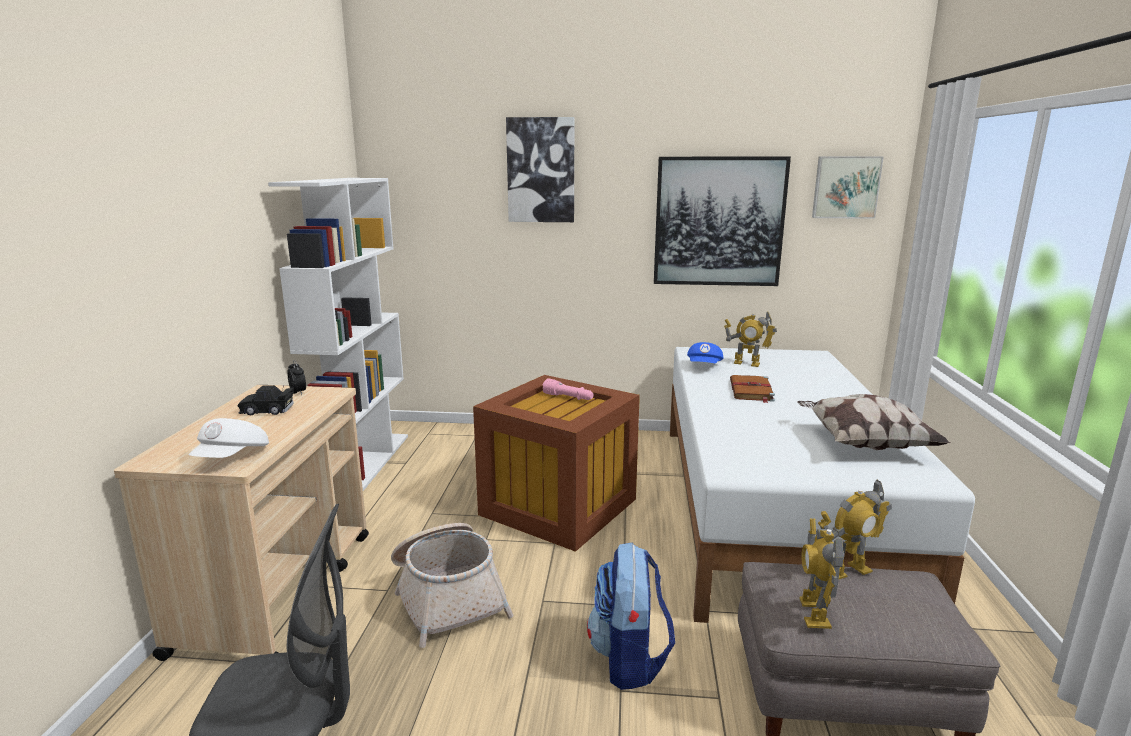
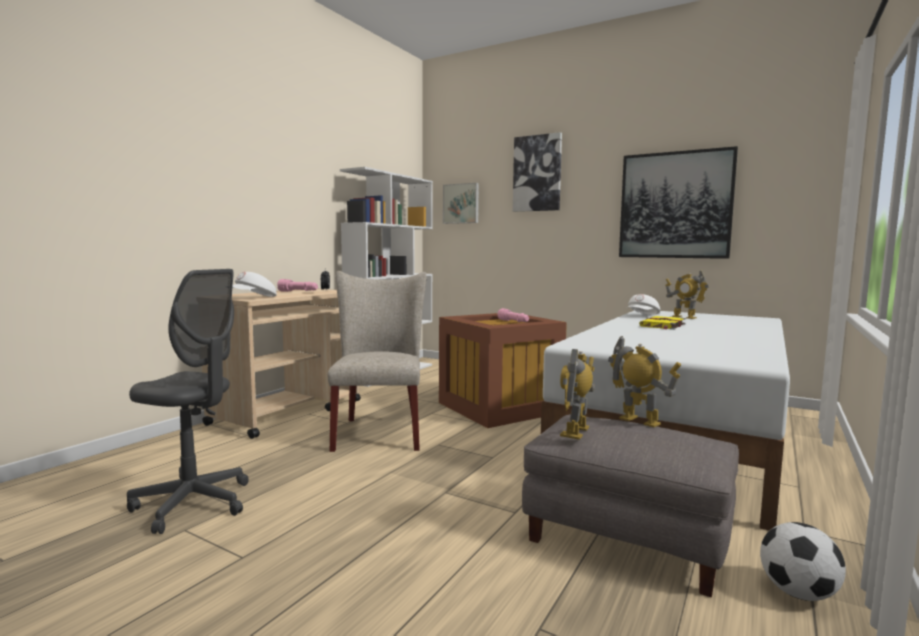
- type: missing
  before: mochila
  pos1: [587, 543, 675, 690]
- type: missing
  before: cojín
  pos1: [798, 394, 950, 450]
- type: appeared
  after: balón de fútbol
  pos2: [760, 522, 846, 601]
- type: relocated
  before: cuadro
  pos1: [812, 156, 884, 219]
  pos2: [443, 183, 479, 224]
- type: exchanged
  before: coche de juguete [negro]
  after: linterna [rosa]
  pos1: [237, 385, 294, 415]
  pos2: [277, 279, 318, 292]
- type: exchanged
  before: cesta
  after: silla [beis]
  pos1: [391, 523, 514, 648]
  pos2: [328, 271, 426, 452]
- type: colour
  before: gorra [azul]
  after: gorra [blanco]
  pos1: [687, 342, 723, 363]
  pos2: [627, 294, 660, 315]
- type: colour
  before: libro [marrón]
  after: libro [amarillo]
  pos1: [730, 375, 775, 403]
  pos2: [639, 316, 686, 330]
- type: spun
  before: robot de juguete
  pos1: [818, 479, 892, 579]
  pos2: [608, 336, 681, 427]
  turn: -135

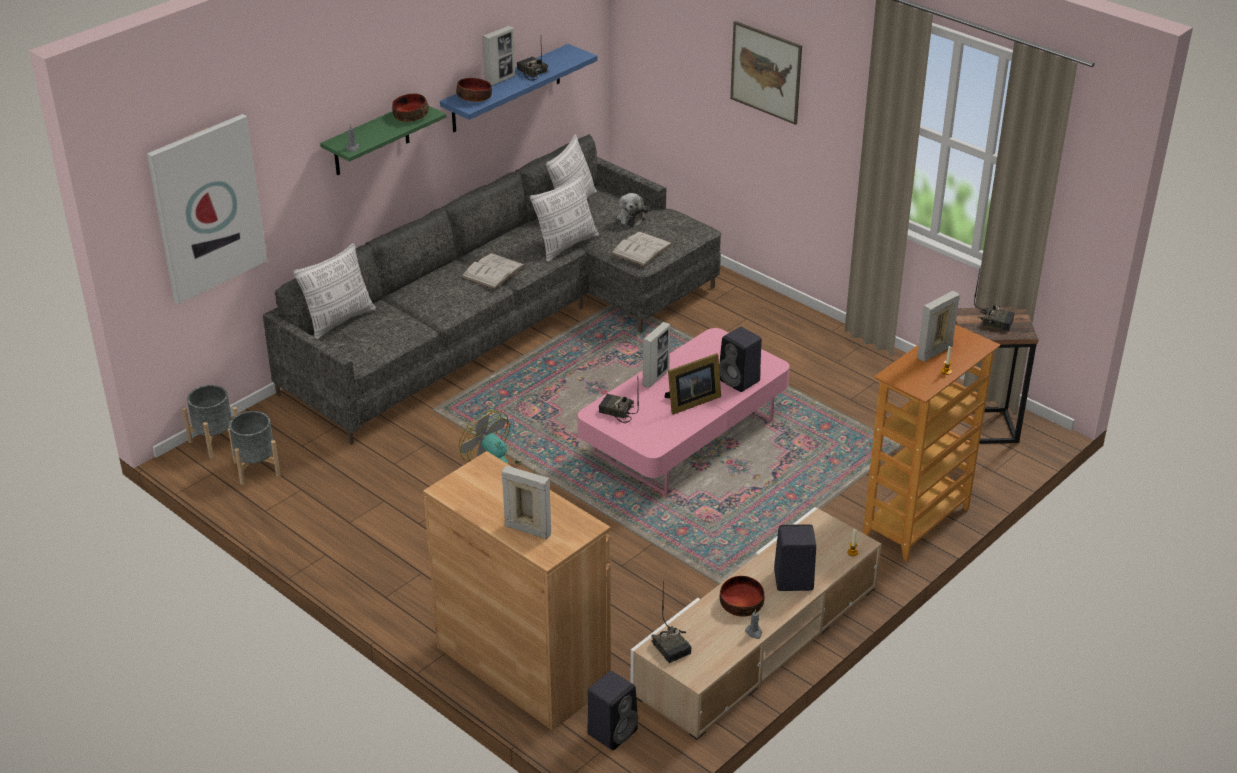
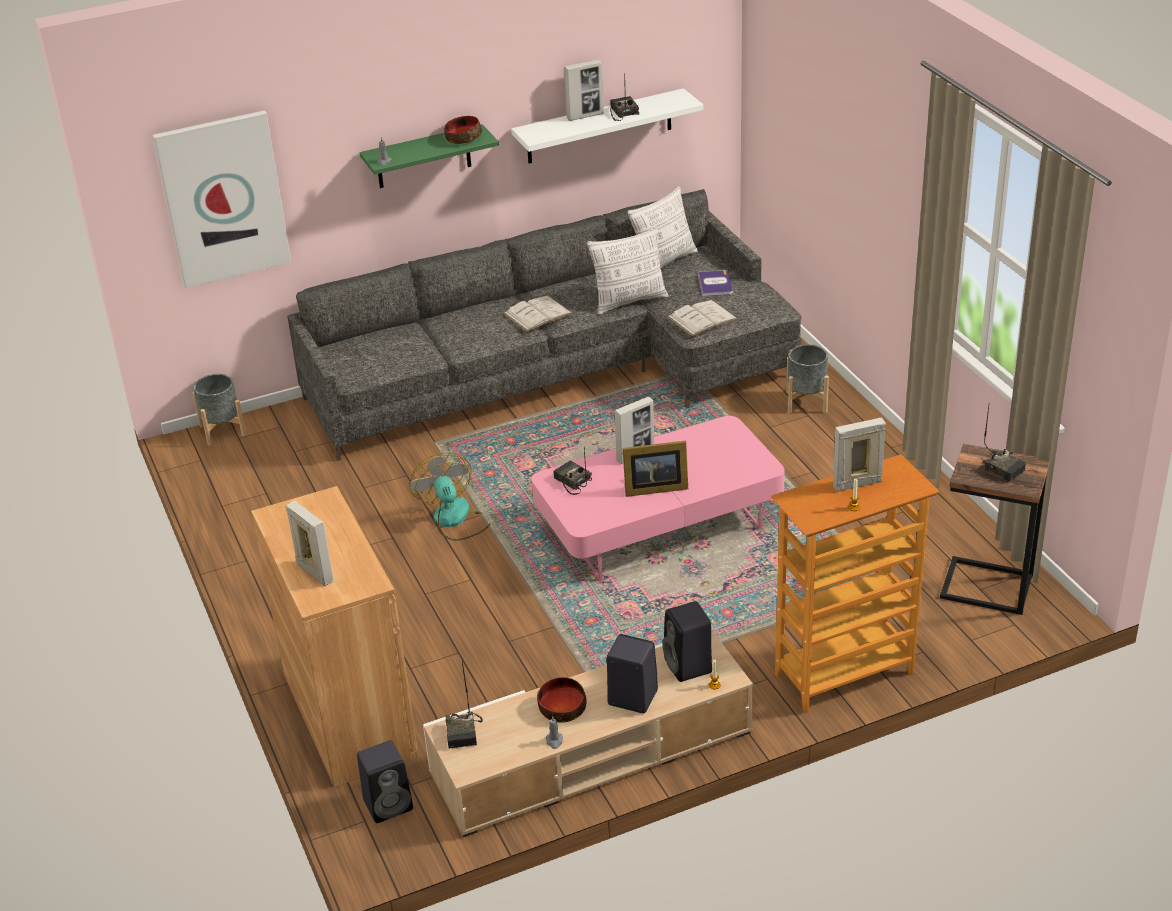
- type: missing
  before: cojín
  pos1: [293, 243, 376, 339]
- type: missing
  before: cuenco
  pos1: [456, 78, 492, 102]
- type: missing
  before: cuadro
  pos1: [730, 21, 802, 125]
- type: relocated
  before: maceta [gris]
  pos1: [228, 411, 281, 485]
  pos2: [786, 344, 829, 413]
- type: relocated
  before: altavoz [negro]
  pos1: [719, 327, 762, 392]
  pos2: [663, 601, 712, 682]
- type: exchanged
  before: peluche
  after: libro
  pos1: [617, 193, 648, 226]
  pos2: [698, 270, 733, 296]
- type: colour
  before: estante [azul]
  after: estante [blanco]
  pos1: [440, 44, 597, 132]
  pos2: [511, 88, 704, 164]

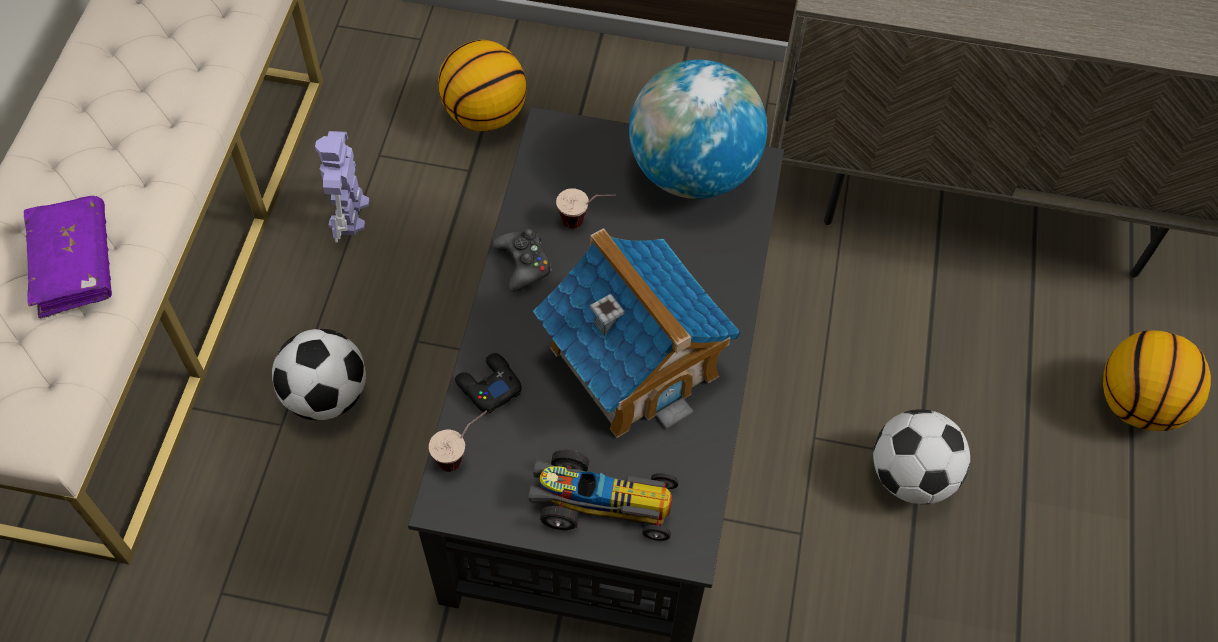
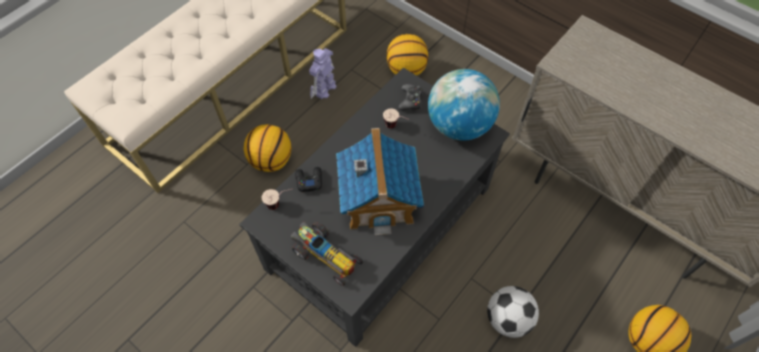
- type: missing
  before: libro [morado]
  pos1: [24, 196, 112, 319]
- type: relocated
  before: mando de consola [negro]
  pos1: [493, 229, 552, 292]
  pos2: [398, 84, 423, 110]
- type: exchanged
  before: balón de fútbol
  after: balón de baloncesto
  pos1: [272, 329, 366, 420]
  pos2: [244, 124, 291, 172]

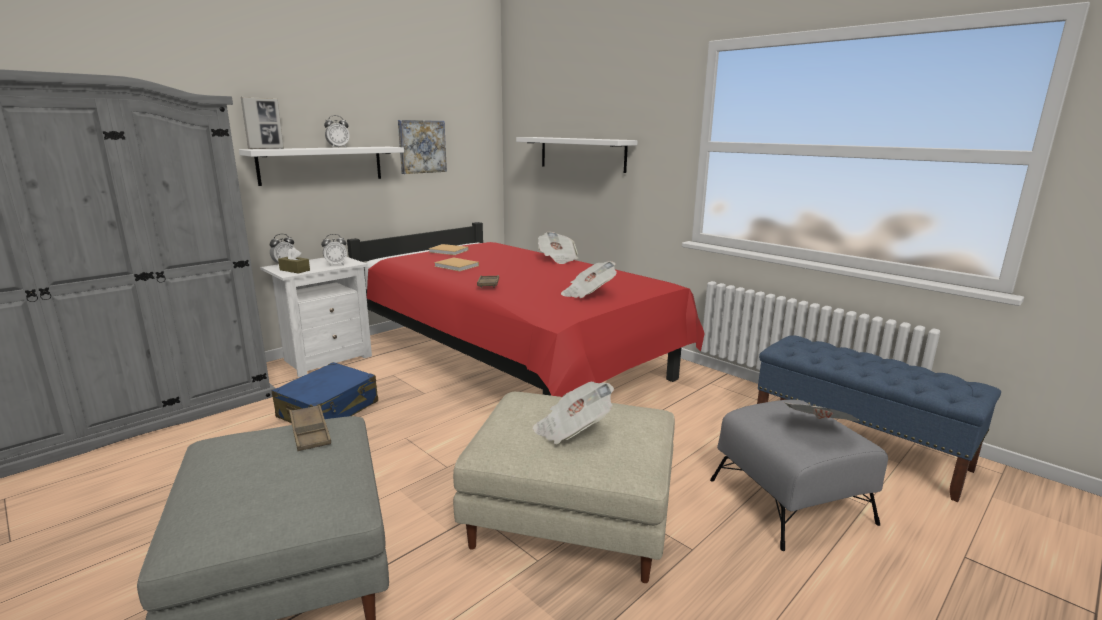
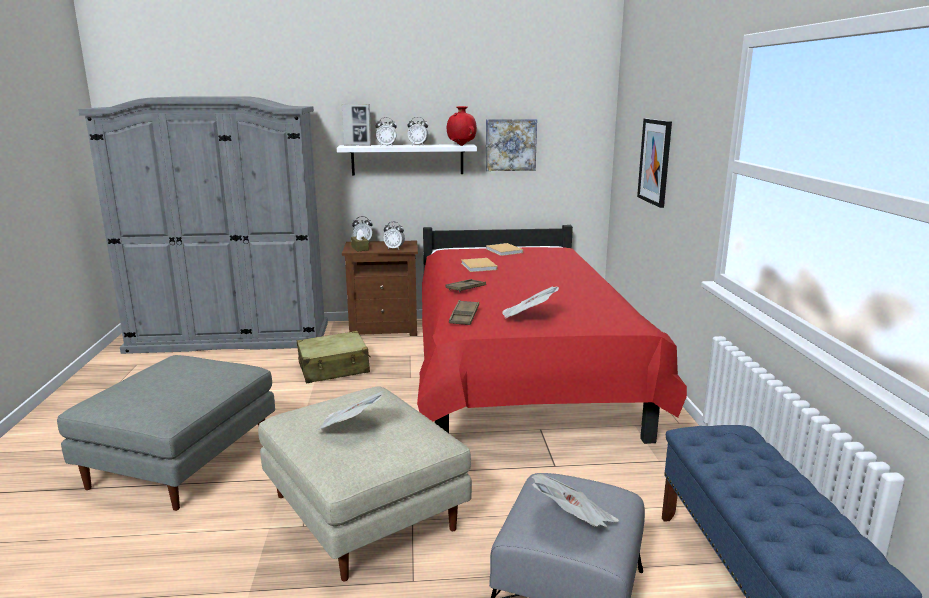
- type: missing
  before: periódico
  pos1: [538, 232, 578, 264]
- type: appeared
  after: despertador
  pos2: [376, 117, 397, 147]
- type: appeared
  after: florero [rojo]
  pos2: [447, 106, 477, 146]
- type: relocated
  before: bandeja [marrón]
  pos1: [289, 405, 331, 451]
  pos2: [449, 300, 479, 325]
- type: exchanged
  before: estante [blanco]
  after: cuadro
  pos1: [516, 137, 638, 173]
  pos2: [637, 118, 672, 208]
- type: colour
  before: mesita de noche [blanco]
  after: mesita de noche [marrón]
  pos1: [260, 257, 372, 377]
  pos2: [342, 241, 418, 336]
- type: colour
  before: maleta [azul]
  after: maleta [beis]
  pos1: [272, 362, 378, 423]
  pos2: [297, 331, 371, 383]

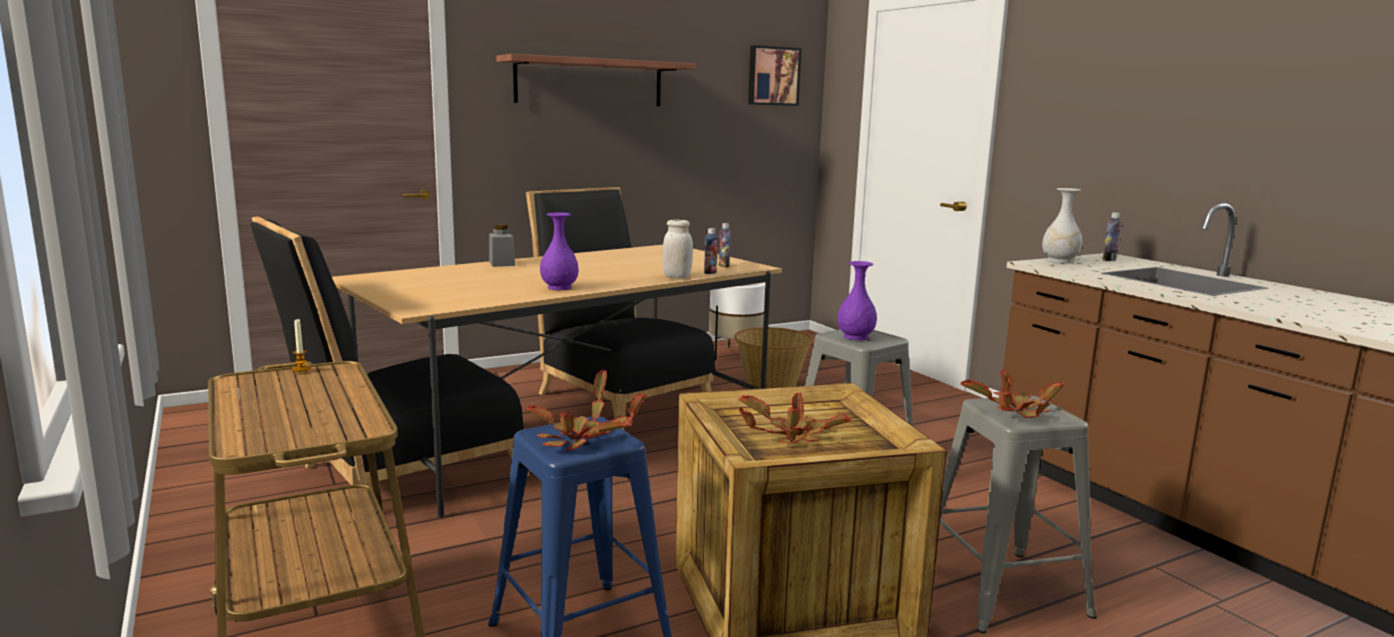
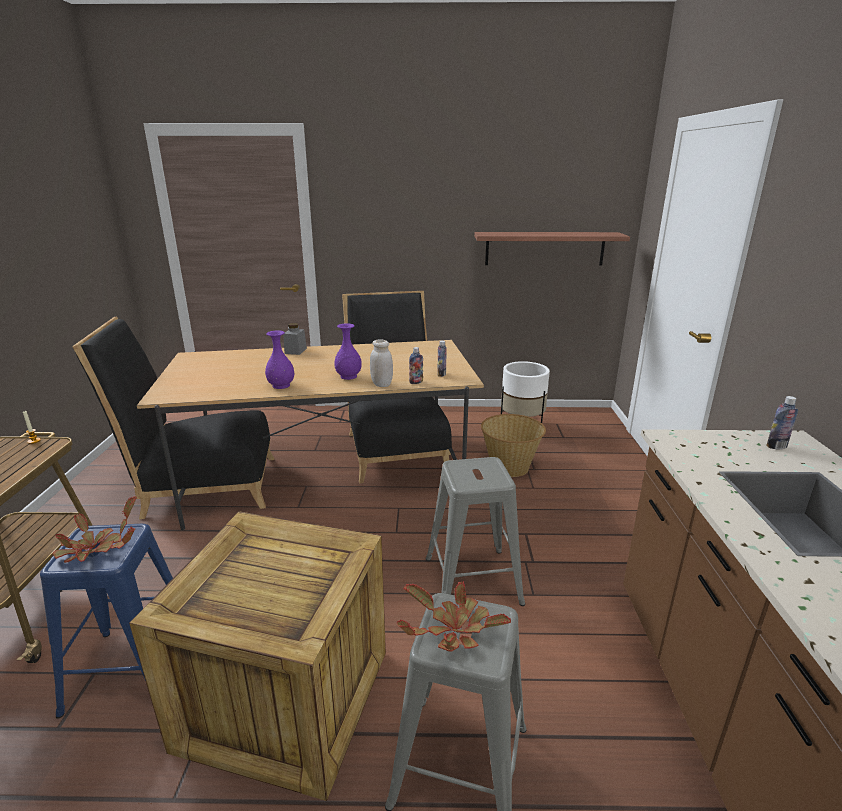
- type: missing
  before: planta en maceta
  pos1: [738, 392, 851, 444]
- type: missing
  before: cuadro
  pos1: [748, 45, 802, 106]
- type: missing
  before: florero [blanco]
  pos1: [1042, 188, 1082, 264]
- type: relocated
  before: estante
  pos1: [496, 54, 695, 106]
  pos2: [474, 232, 630, 265]
- type: relocated
  before: florero [morado]
  pos1: [837, 261, 877, 340]
  pos2: [334, 323, 362, 380]

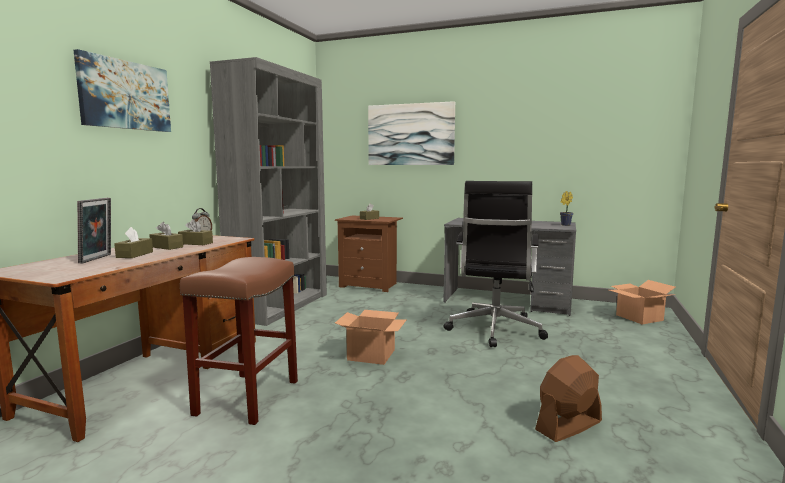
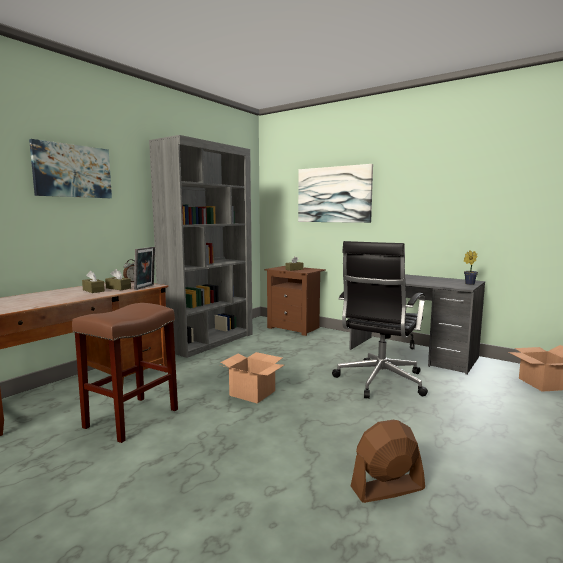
- type: missing
  before: caja de pañuelos [marrón]
  pos1: [114, 227, 153, 258]
- type: relocated
  before: portarretratos
  pos1: [77, 198, 111, 264]
  pos2: [134, 247, 155, 290]

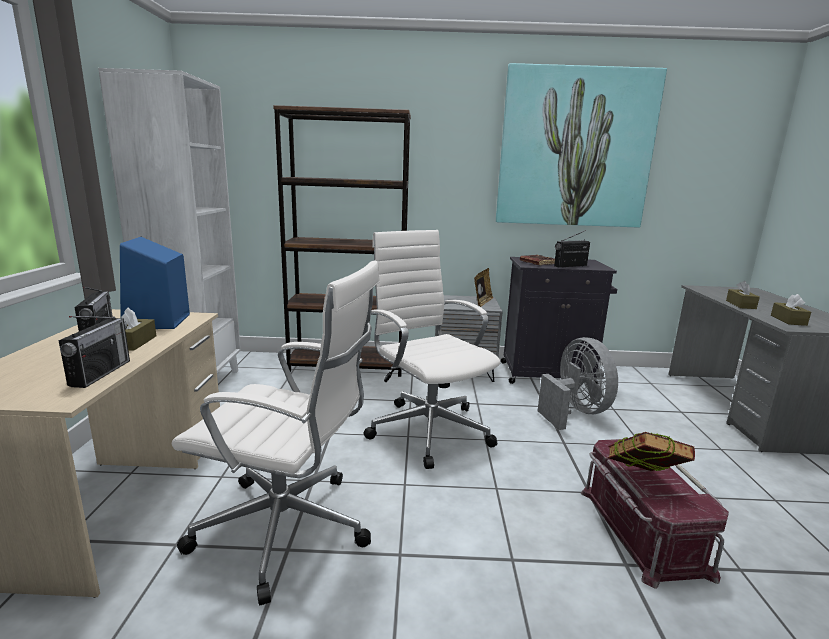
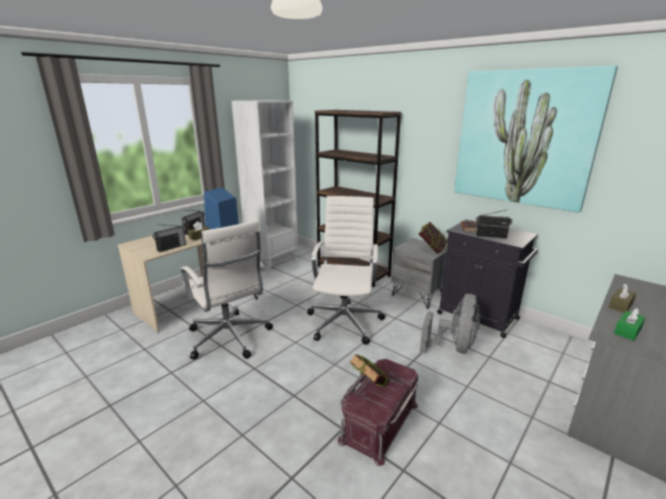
- type: exchanged
  before: portarretratos
  after: libro
  pos1: [474, 268, 493, 307]
  pos2: [419, 222, 448, 254]
- type: colour
  before: caja de pañuelos [marrón]
  after: caja de pañuelos [verde]
  pos1: [771, 294, 811, 326]
  pos2: [614, 308, 646, 341]

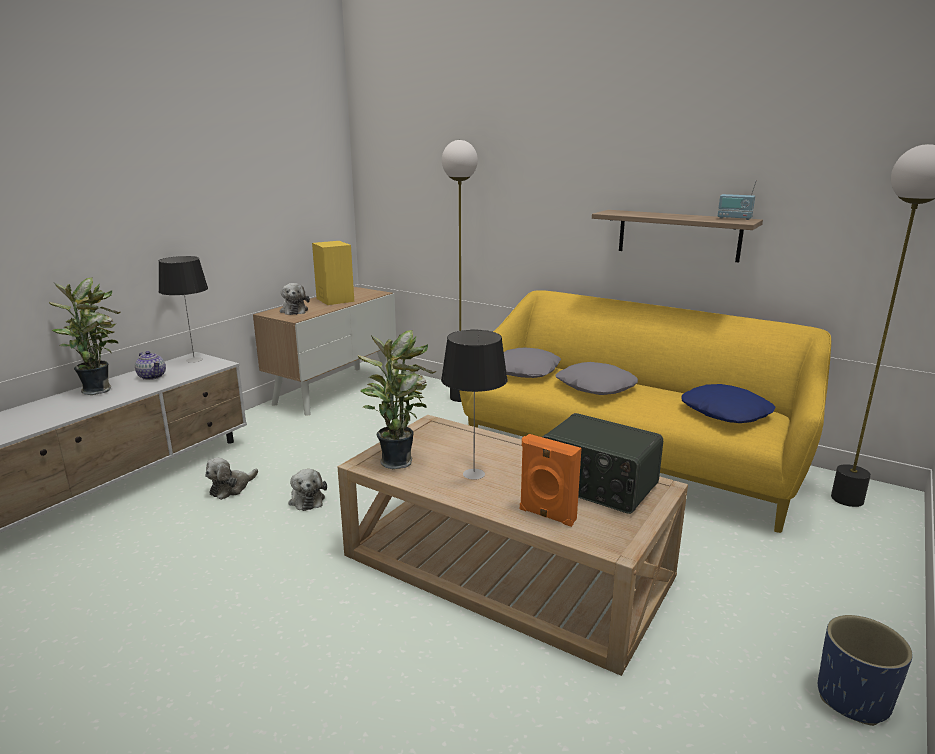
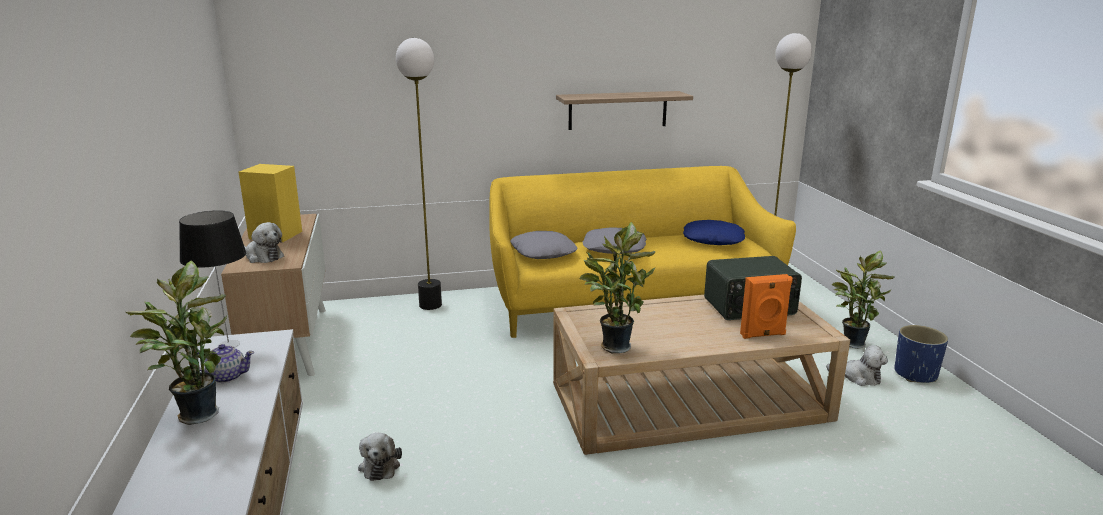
- type: missing
  before: lámpara de mesa
  pos1: [441, 330, 508, 480]
- type: missing
  before: radio
  pos1: [718, 180, 757, 220]
- type: appeared
  after: planta en maceta
  pos2: [832, 251, 895, 349]
- type: relocated
  before: peluche
  pos1: [288, 469, 327, 511]
  pos2: [826, 345, 888, 386]

